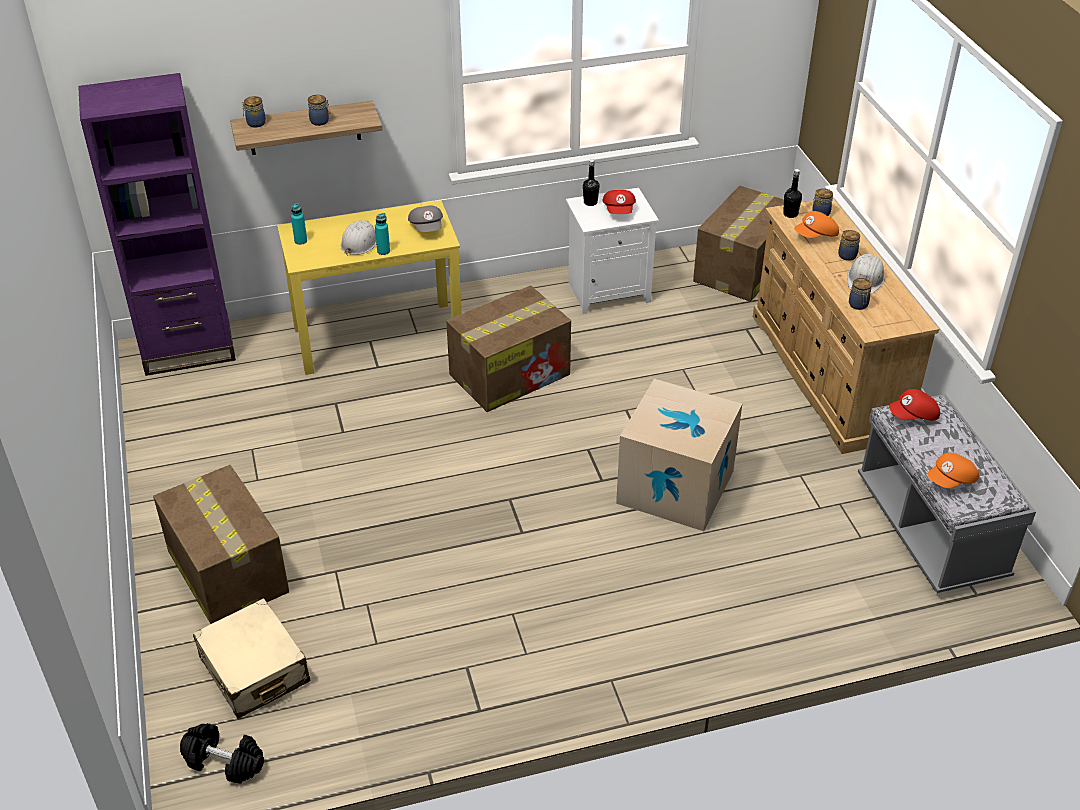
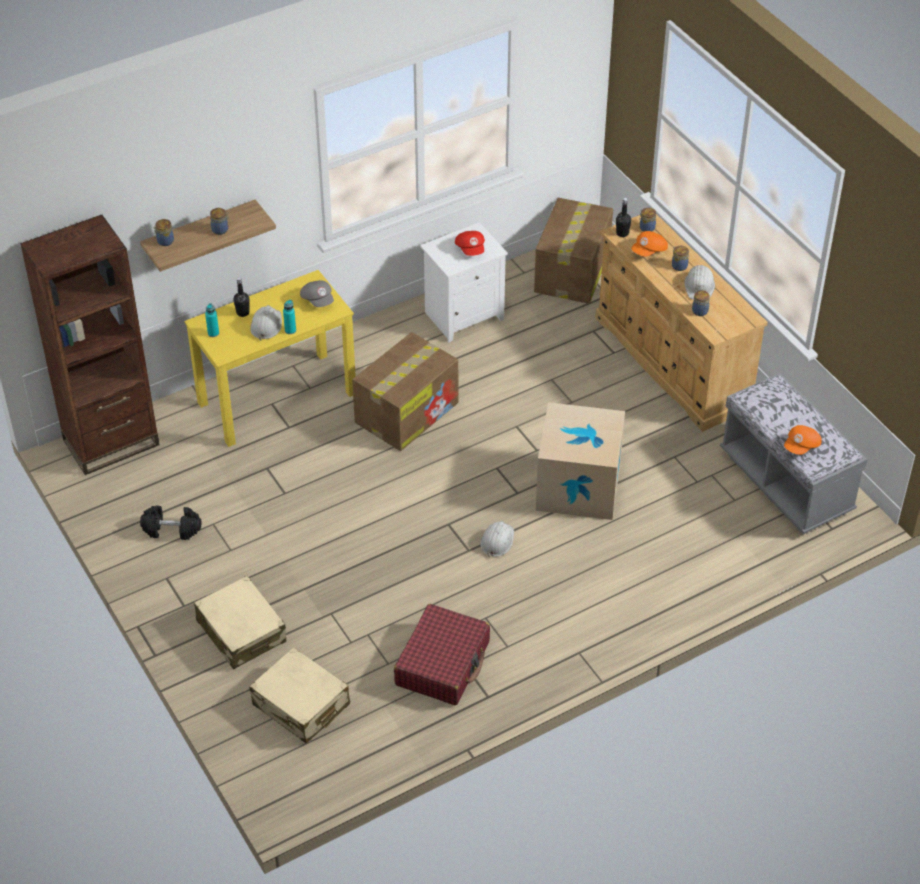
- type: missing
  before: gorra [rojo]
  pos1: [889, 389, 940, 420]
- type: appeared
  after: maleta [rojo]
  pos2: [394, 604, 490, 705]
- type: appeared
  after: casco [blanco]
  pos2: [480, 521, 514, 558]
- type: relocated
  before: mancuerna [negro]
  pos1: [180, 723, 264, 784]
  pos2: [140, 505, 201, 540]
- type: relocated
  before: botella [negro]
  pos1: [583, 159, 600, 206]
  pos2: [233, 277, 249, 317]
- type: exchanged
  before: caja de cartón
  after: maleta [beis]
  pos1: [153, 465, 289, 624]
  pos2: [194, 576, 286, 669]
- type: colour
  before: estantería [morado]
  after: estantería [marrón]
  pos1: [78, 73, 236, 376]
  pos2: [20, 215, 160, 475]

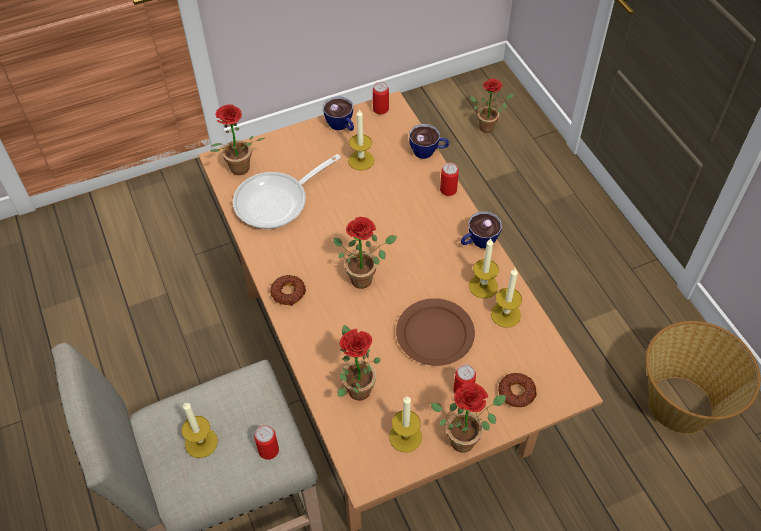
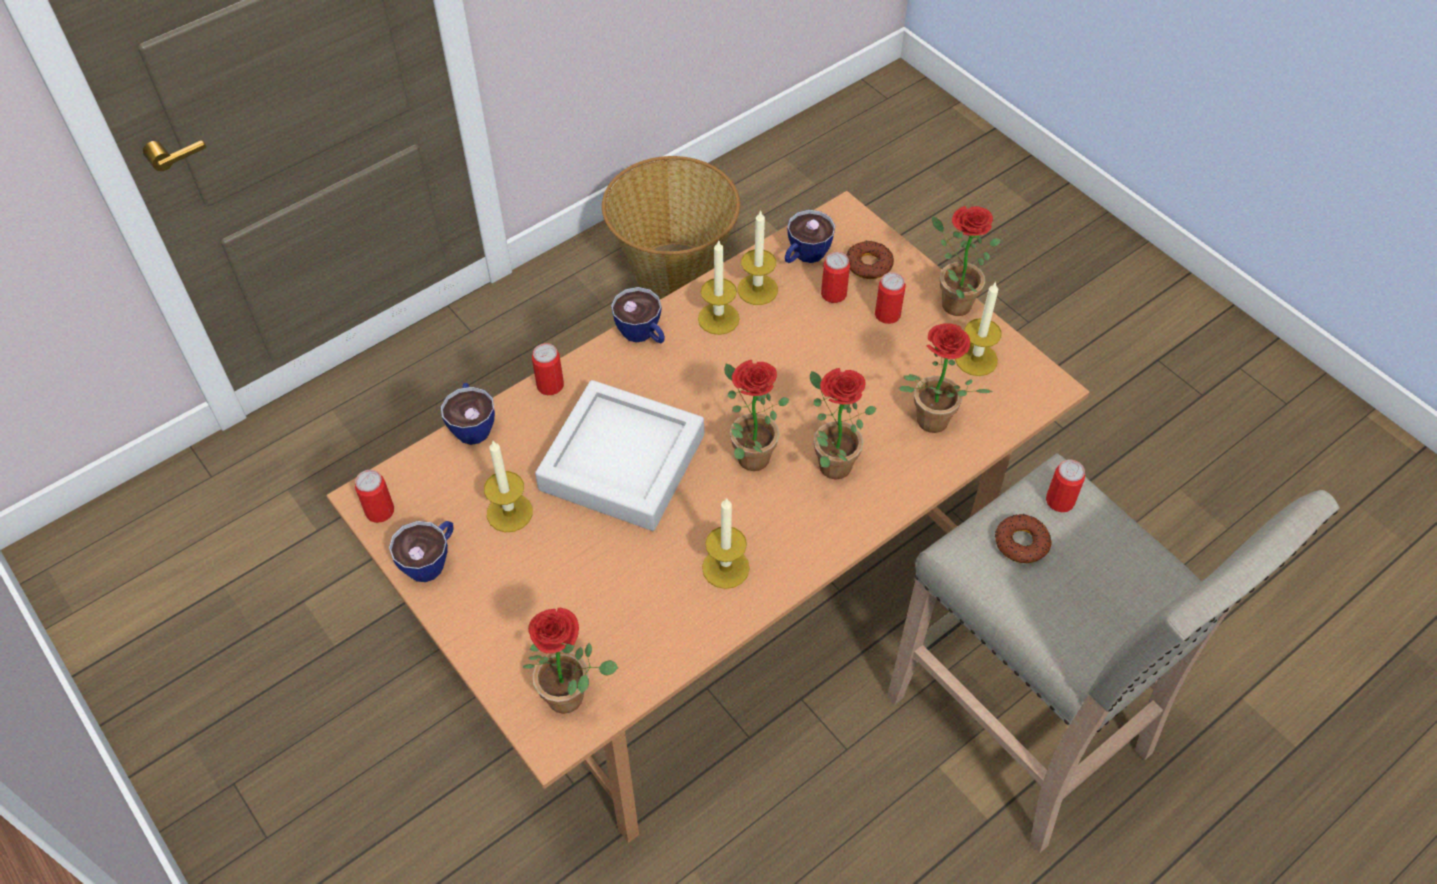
- type: missing
  before: sartén
  pos1: [233, 154, 341, 229]
- type: missing
  before: plato [marrón]
  pos1: [396, 298, 475, 366]
- type: appeared
  after: bandeja [gris]
  pos2: [535, 380, 704, 531]
- type: appeared
  after: taza
  pos2: [785, 210, 835, 263]
- type: appeared
  after: lata
  pos2: [821, 252, 850, 303]
- type: relocated
  before: vela
  pos1: [181, 402, 218, 458]
  pos2: [702, 497, 750, 589]
- type: relocated
  before: rosquilla
  pos1: [270, 275, 306, 306]
  pos2: [995, 514, 1051, 563]
- type: relocated
  before: planta en maceta
  pos1: [470, 79, 514, 133]
  pos2: [810, 368, 877, 480]

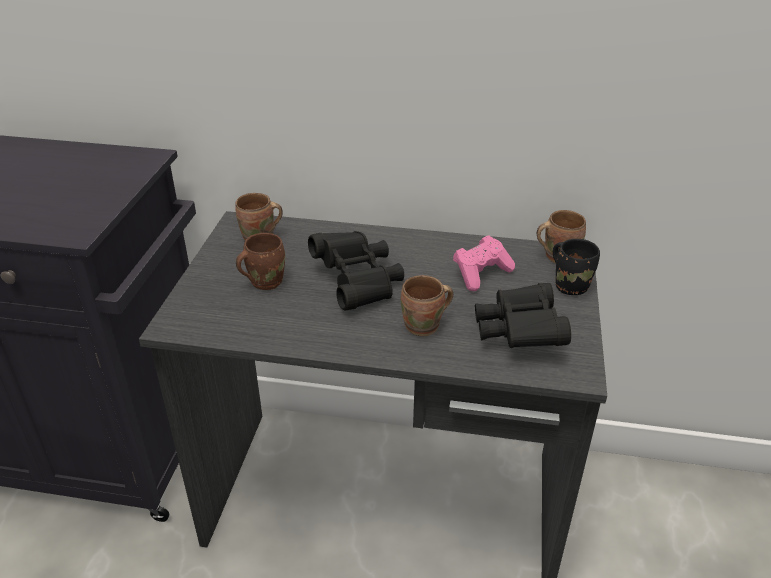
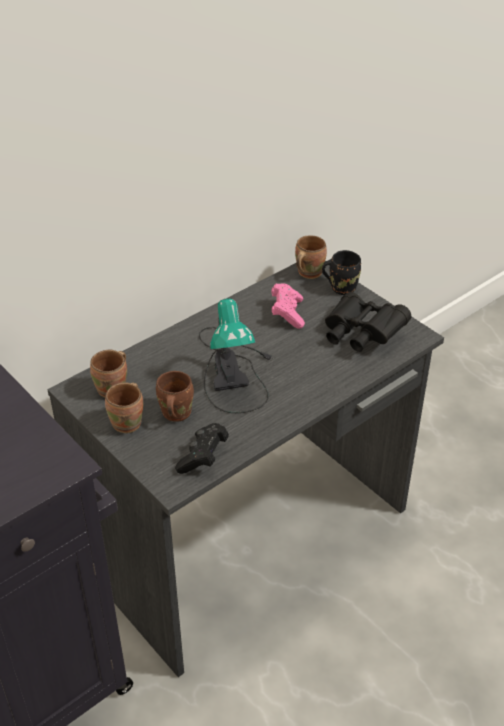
- type: appeared
  after: mando de consola [negro]
  pos2: [175, 423, 229, 474]
- type: relocated
  before: taza grande [marrón]
  pos1: [401, 275, 453, 336]
  pos2: [105, 382, 143, 433]
- type: exchanged
  before: prismáticos [negro]
  after: lámpara de mesa
  pos1: [308, 231, 404, 311]
  pos2: [199, 298, 274, 413]

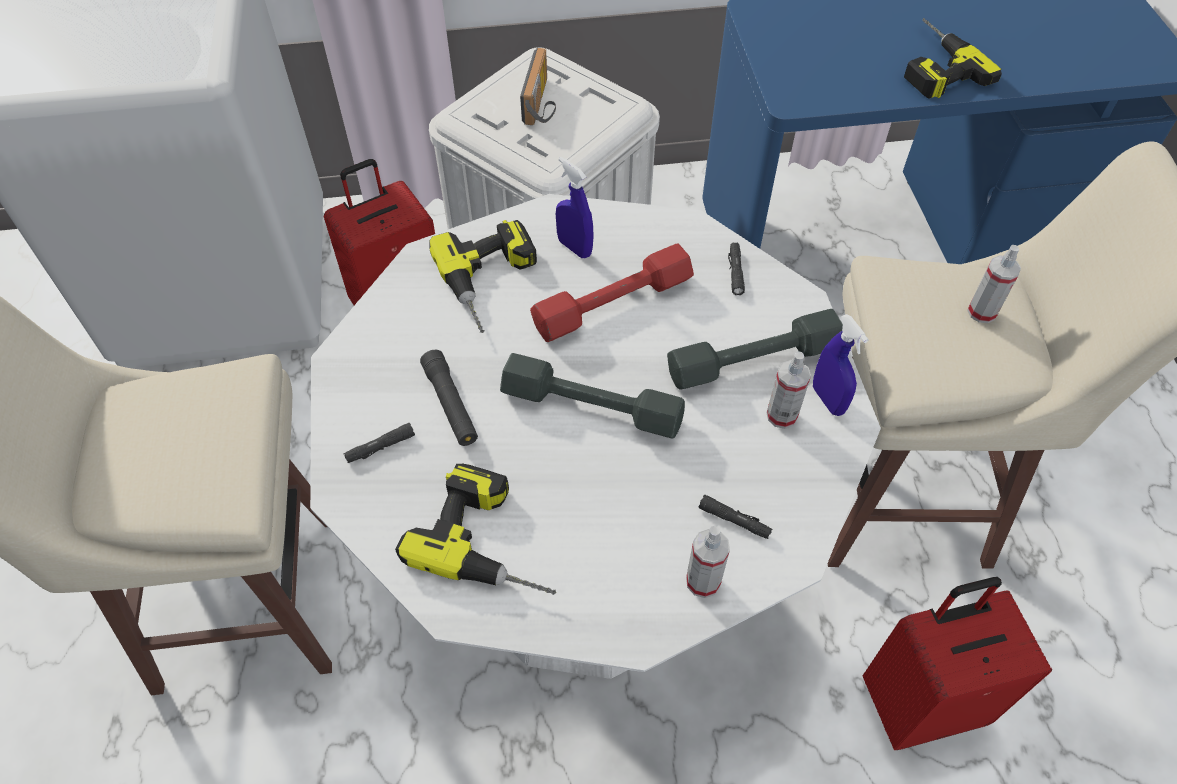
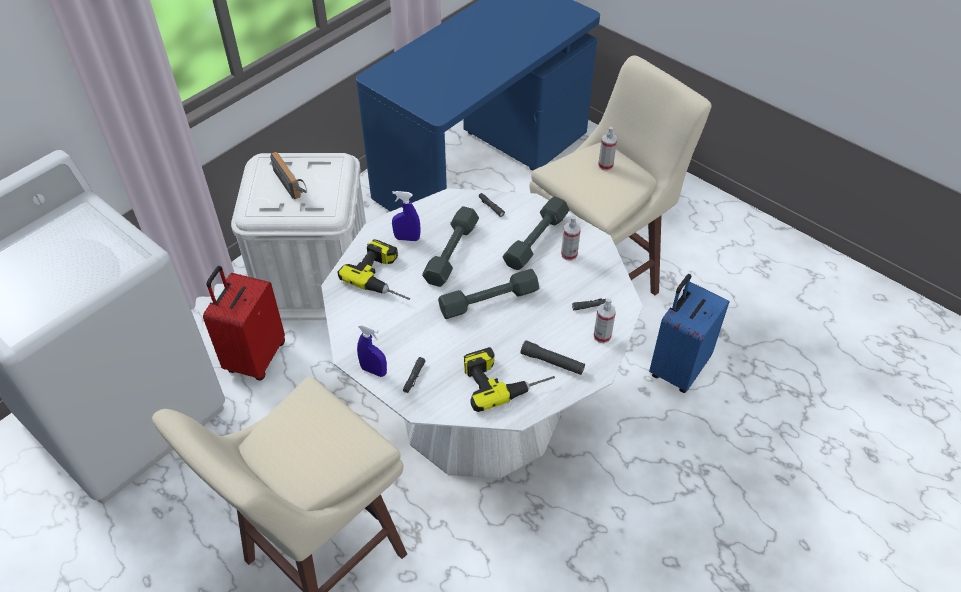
- type: missing
  before: taladro
  pos1: [904, 18, 1002, 99]
- type: relocated
  before: linterna [negro]
  pos1: [420, 350, 478, 446]
  pos2: [521, 340, 585, 375]
- type: relocated
  before: pulverizador [azul]
  pos1: [813, 314, 869, 416]
  pos2: [357, 324, 387, 377]
- type: colour
  before: mancuerna [rojo]
  after: mancuerna [gris]
  pos1: [530, 243, 694, 342]
  pos2: [422, 206, 479, 287]
- type: colour
  before: maleta [rojo]
  after: maleta [azul]
  pos1: [863, 577, 1052, 750]
  pos2: [649, 274, 729, 393]

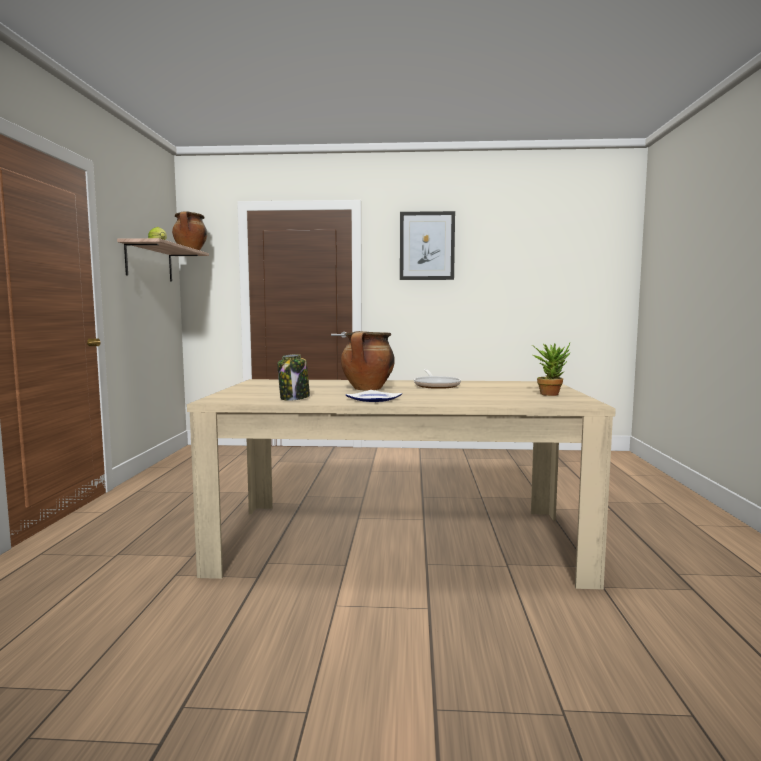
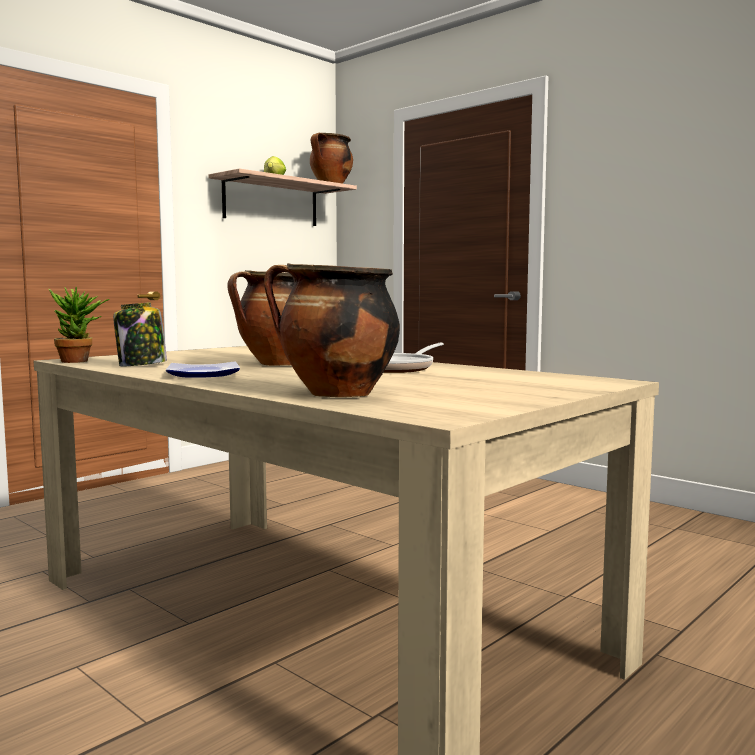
- type: missing
  before: cuadro
  pos1: [400, 211, 455, 280]
- type: appeared
  after: olla
  pos2: [264, 263, 400, 397]
- type: relocated
  before: planta en maceta
  pos1: [532, 343, 570, 396]
  pos2: [49, 287, 109, 363]

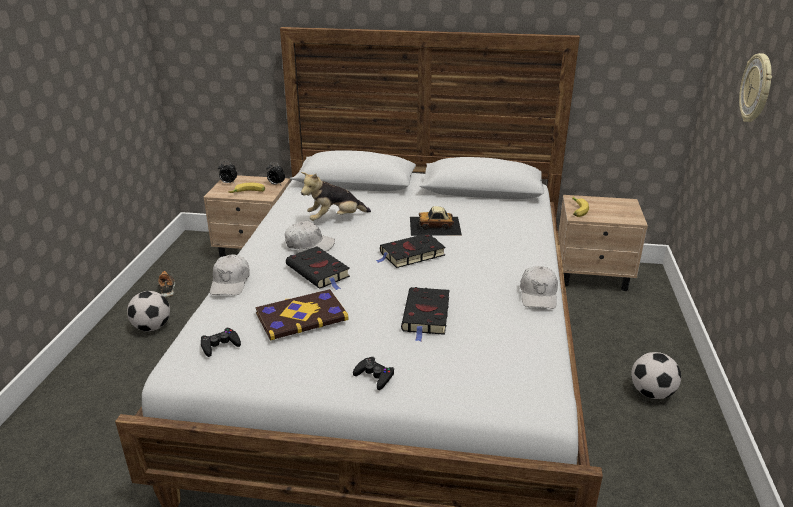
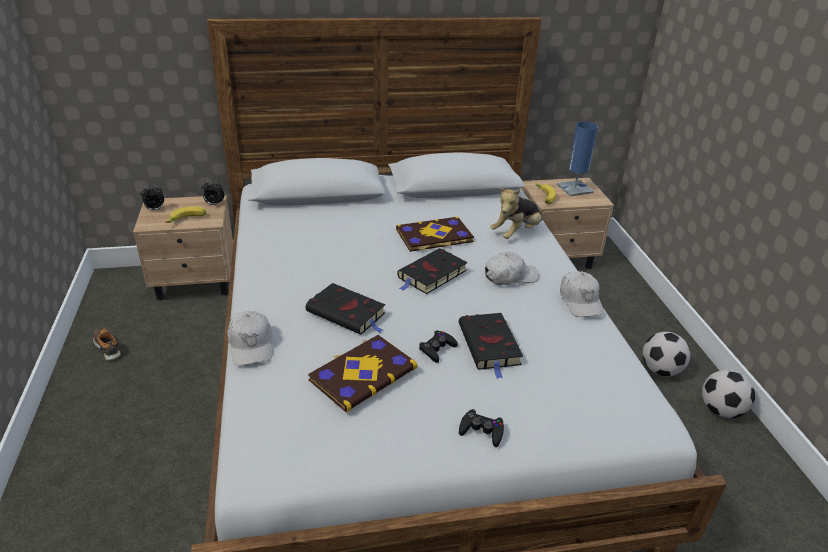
- type: missing
  before: reloj de pared
  pos1: [739, 53, 772, 122]
- type: appeared
  after: lámpara de mesa [azul]
  pos2: [557, 122, 598, 196]
- type: relocated
  before: balón de fútbol
  pos1: [127, 291, 170, 331]
  pos2: [702, 370, 755, 418]
- type: relocated
  before: mando de consola [negro]
  pos1: [201, 328, 241, 357]
  pos2: [419, 331, 458, 363]
- type: relocated
  before: gorra [blanco]
  pos1: [285, 221, 335, 251]
  pos2: [485, 251, 539, 285]
- type: relocated
  before: peluche
  pos1: [301, 172, 371, 221]
  pos2: [490, 188, 543, 239]
- type: exchanged
  before: coche de juguete
  after: libro
  pos1: [410, 206, 462, 236]
  pos2: [396, 216, 474, 252]

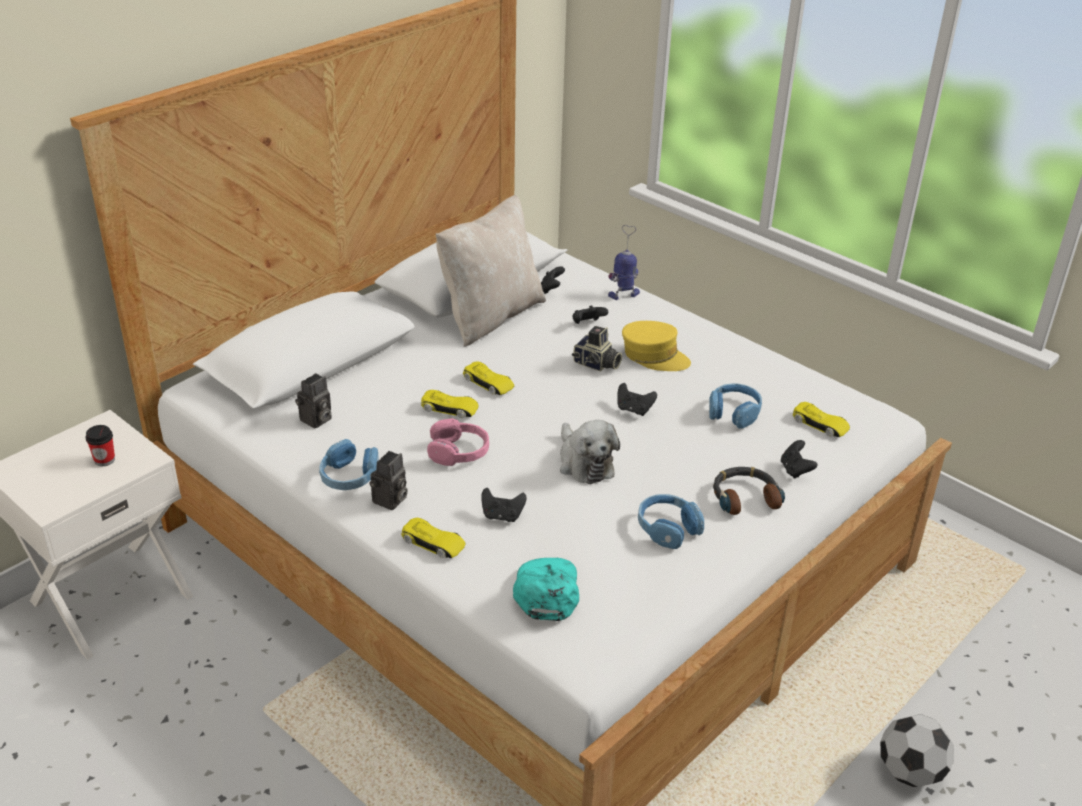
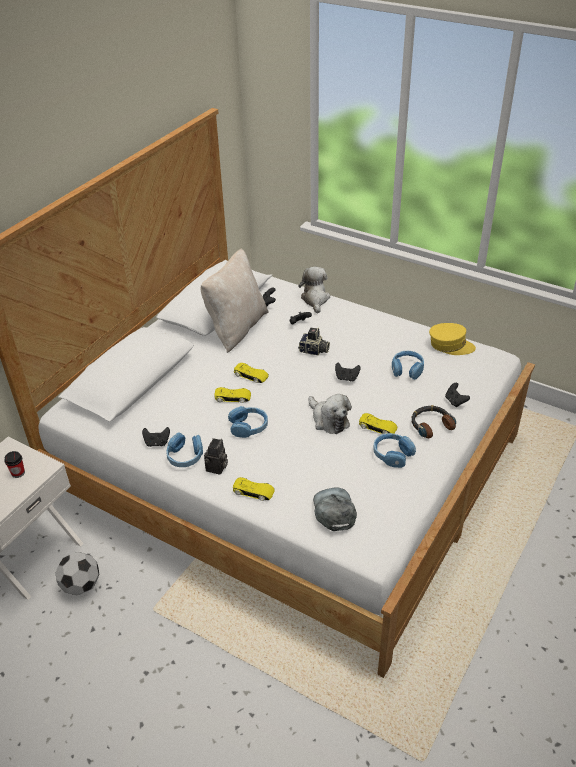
- type: missing
  before: cámara
  pos1: [295, 373, 332, 429]
- type: relocated
  before: mando de consola [negro]
  pos1: [481, 488, 527, 522]
  pos2: [142, 427, 170, 447]
- type: relocated
  before: gorra [amarillo]
  pos1: [622, 321, 691, 371]
  pos2: [429, 323, 476, 355]
- type: relocated
  before: coche de juguete [amarillo]
  pos1: [793, 402, 850, 437]
  pos2: [359, 413, 397, 434]
- type: relocated
  before: balón de fútbol
  pos1: [880, 714, 954, 787]
  pos2: [56, 552, 99, 595]
- type: exchanged
  before: robot de juguete
  after: peluche
  pos1: [608, 225, 640, 300]
  pos2: [299, 266, 330, 314]
- type: colour
  before: auriculares [rosa]
  after: auriculares [azul]
  pos1: [427, 418, 489, 466]
  pos2: [228, 406, 268, 438]
- type: colour
  before: gorra [turquesa]
  after: gorra [gris]
  pos1: [513, 558, 579, 621]
  pos2: [313, 487, 357, 531]

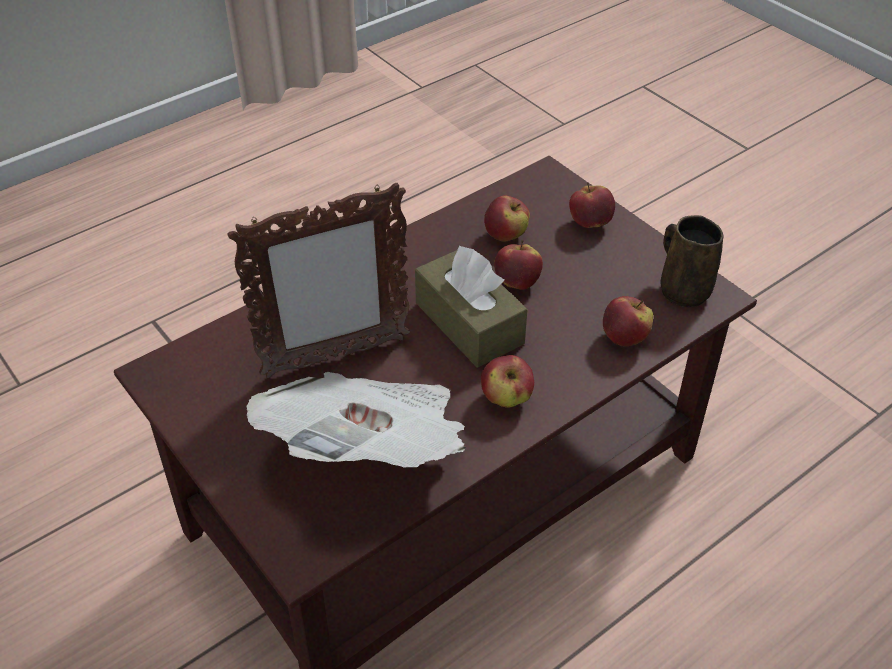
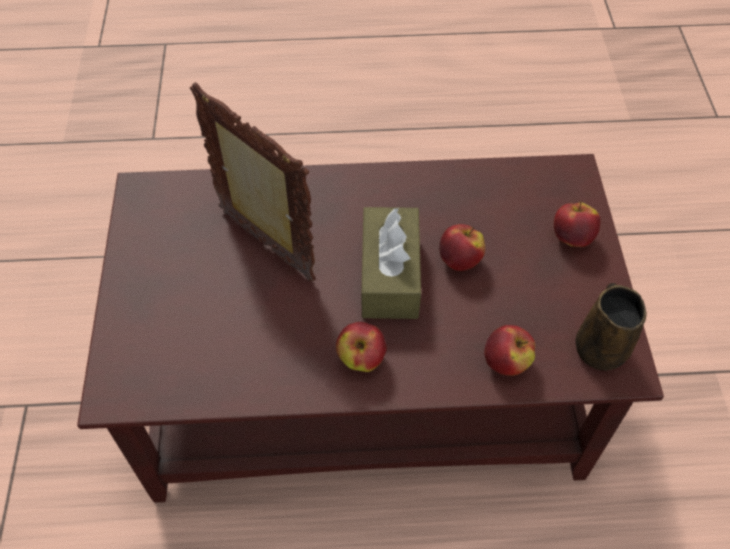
- type: missing
  before: periódico
  pos1: [246, 372, 466, 468]
- type: missing
  before: manzana
  pos1: [484, 195, 530, 242]
- type: spun
  before: portarretratos
  pos1: [228, 183, 410, 378]
  pos2: [190, 82, 316, 282]
  turn: -150

